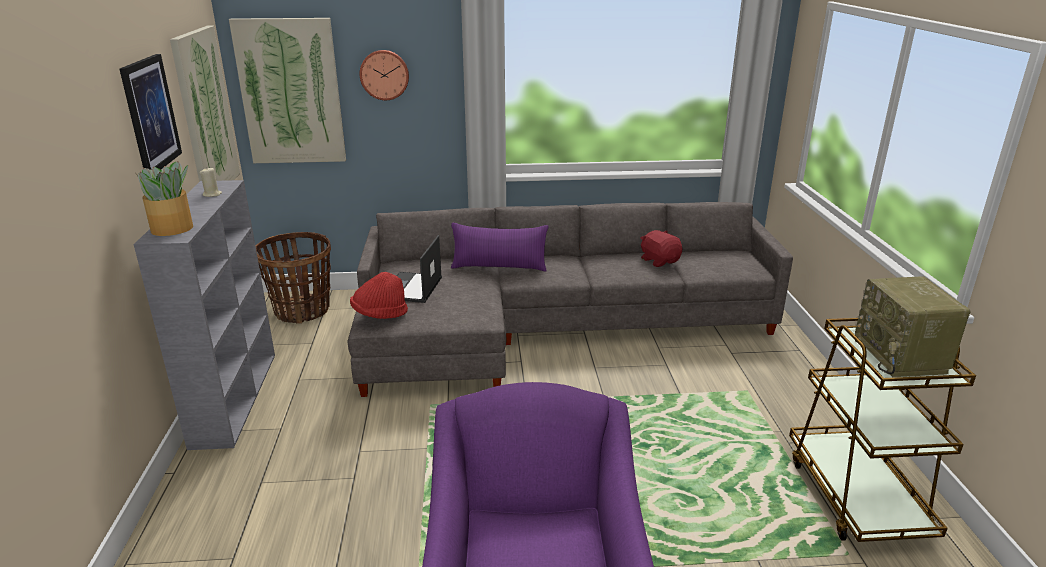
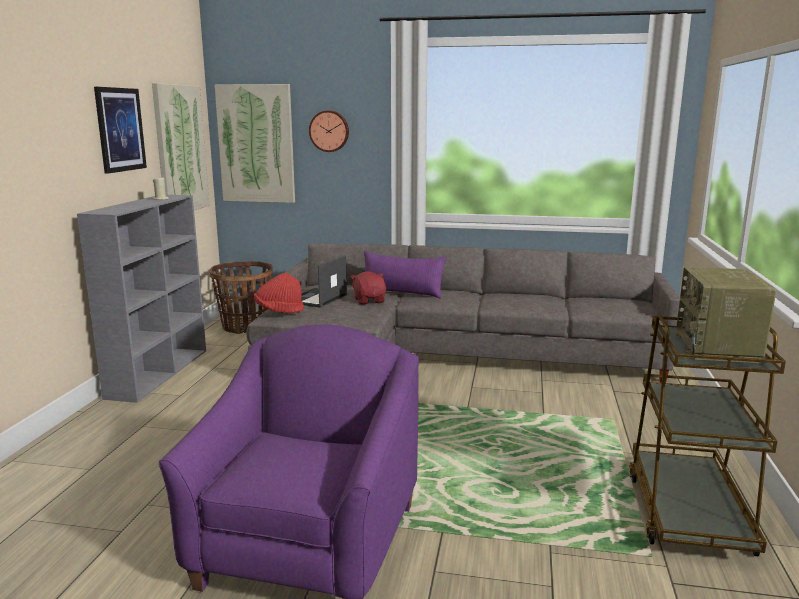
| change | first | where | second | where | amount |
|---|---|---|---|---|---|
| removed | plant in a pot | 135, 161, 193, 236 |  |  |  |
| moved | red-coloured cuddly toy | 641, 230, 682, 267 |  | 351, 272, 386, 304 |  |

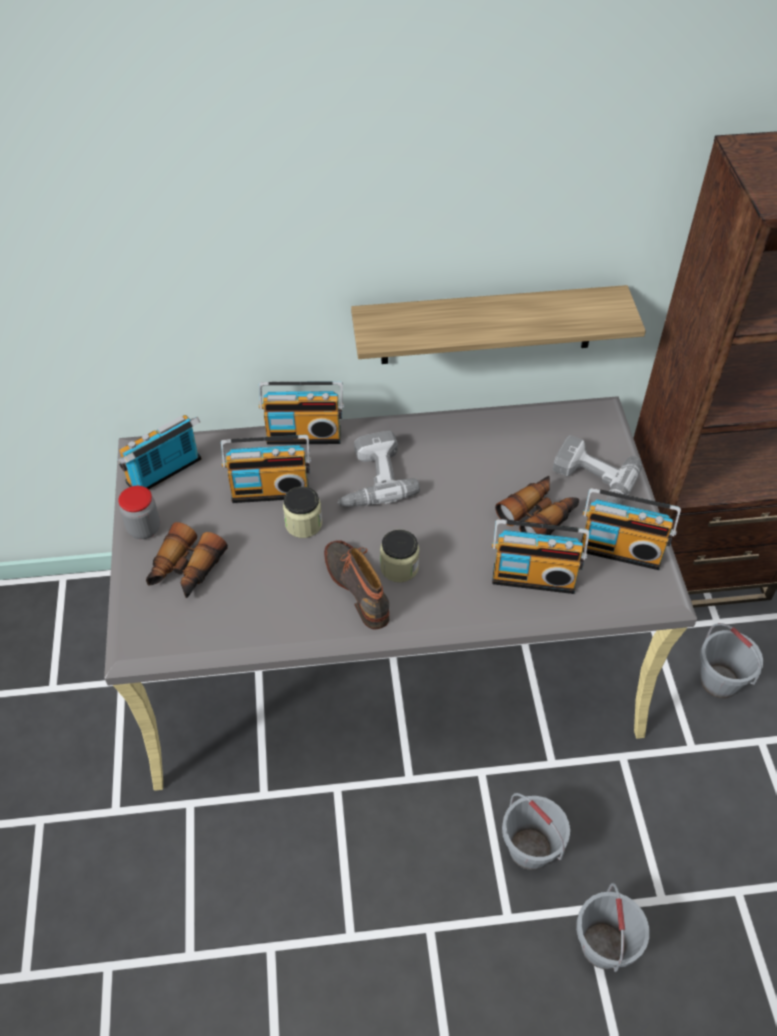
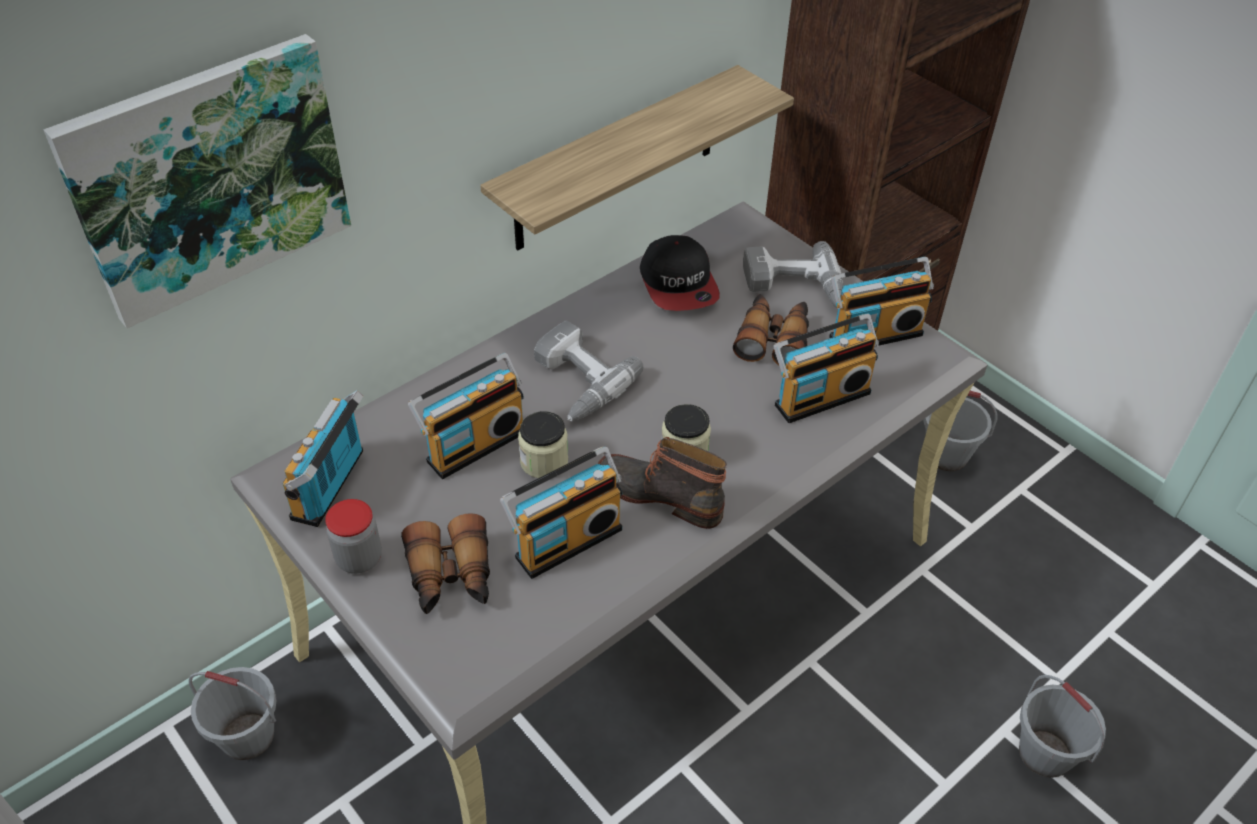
| change | first | where | second | where | amount |
|---|---|---|---|---|---|
| added |  |  | wall picture | 44, 34, 351, 328 |  |
| added |  |  | baseball cap | 640, 235, 720, 311 |  |
| moved | radio receiver | 259, 381, 344, 445 |  | 500, 447, 622, 579 |  |
| moved | greyish bucket | 502, 793, 570, 870 |  | 189, 667, 277, 760 |  |

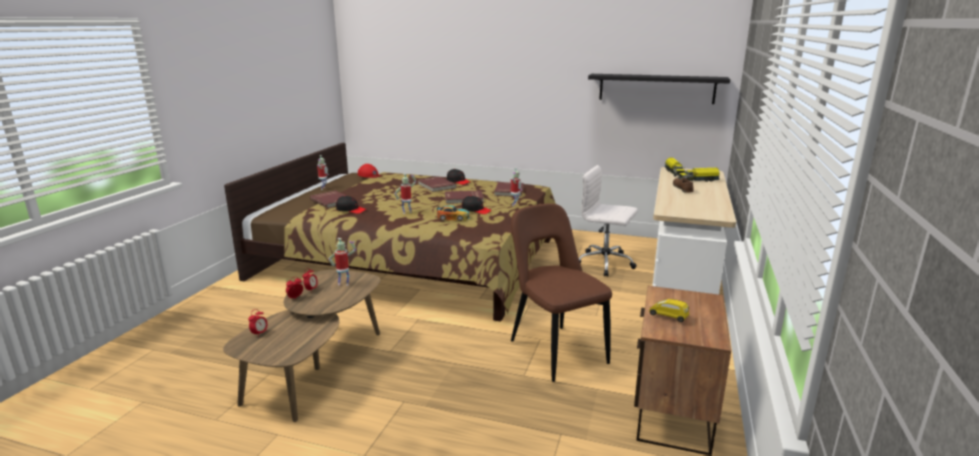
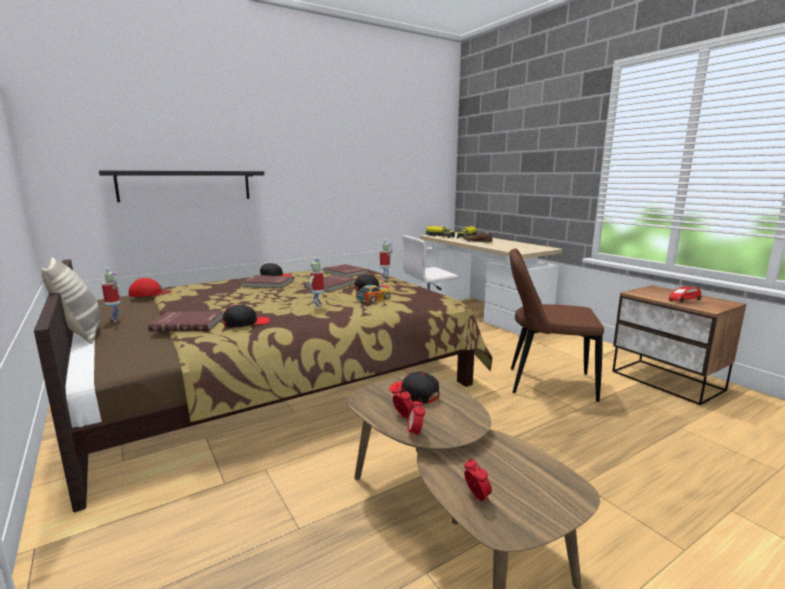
| change | first | where | second | where | amount |
|---|---|---|---|---|---|
| added |  |  | cushion | 41, 257, 100, 344 |  |
| moved | blackish shelf | 588, 74, 730, 104 |  | 99, 170, 264, 202 |  |
| replaced | toy robot | 329, 238, 356, 286 | blackish baseball cap | 389, 372, 439, 404 |  |
| recoloured | yellow-coloured miniature car | 649, 299, 689, 322 | red-coloured miniature car | 669, 287, 702, 302 |  |

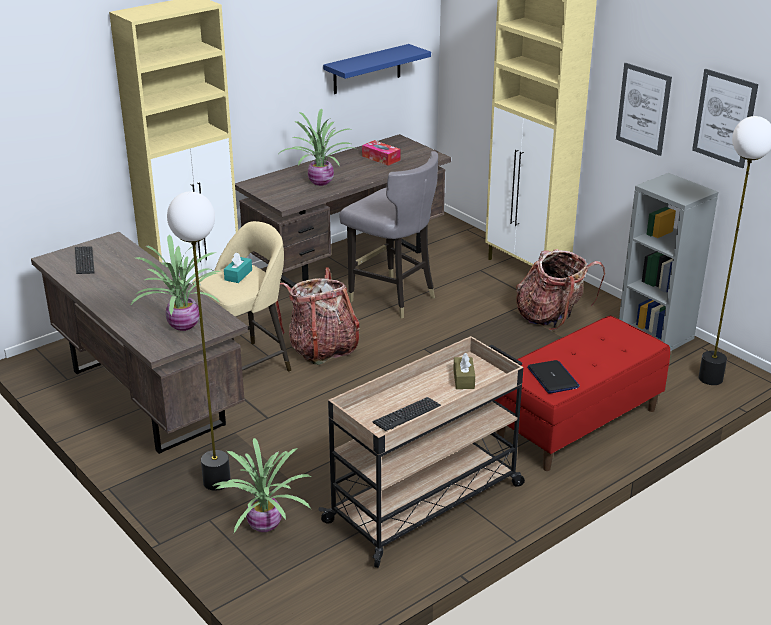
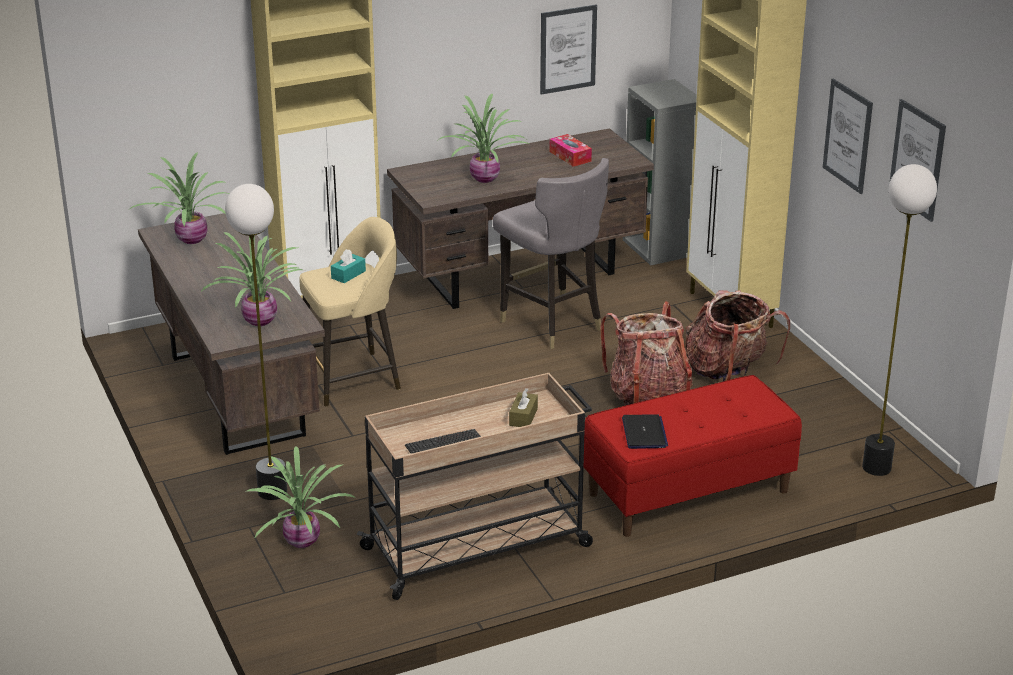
| change | first | where | second | where | amount |
|---|---|---|---|---|---|
| moved | knapsack | 276, 267, 359, 365 |  | 600, 301, 693, 406 |  |
| moved | greyish shelving unit | 619, 173, 718, 351 |  | 623, 79, 697, 265 |  |
| replaced | PC keyboard | 75, 246, 95, 274 | plant in a pot | 130, 152, 229, 244 |  |
| replaced | blue shelf | 323, 44, 431, 94 | wall picture | 540, 5, 597, 95 |  |

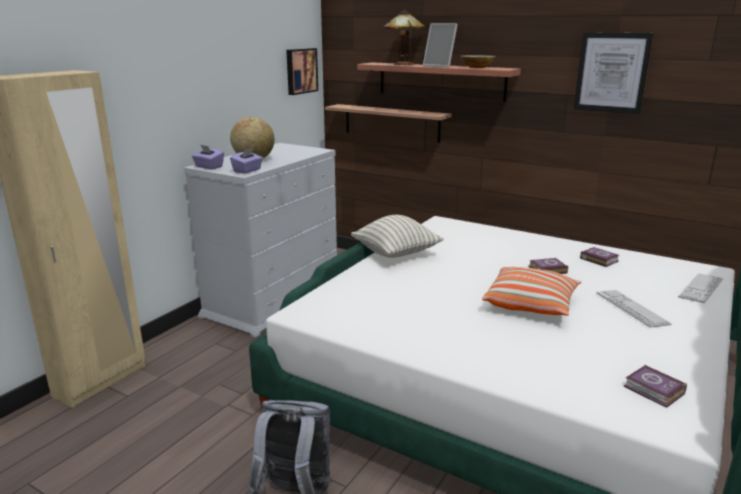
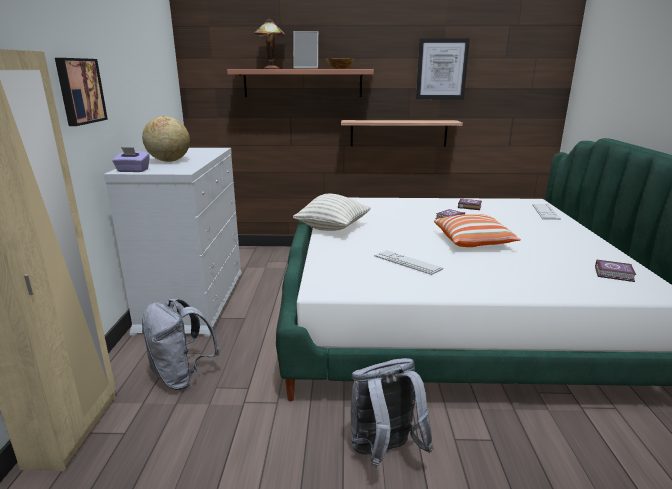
| change | first | where | second | where | amount |
|---|---|---|---|---|---|
| removed | purplish tissue holder | 230, 148, 263, 174 |  |  |  |
| added |  |  | greyish knapsack | 142, 298, 220, 390 |  |
| moved | wall picture | 286, 48, 318, 95 |  | 55, 58, 108, 126 |  |
| moved | shelf | 325, 104, 452, 143 |  | 341, 120, 463, 147 |  |
| moved | PC keyboard | 597, 290, 672, 328 |  | 374, 250, 443, 275 |  |

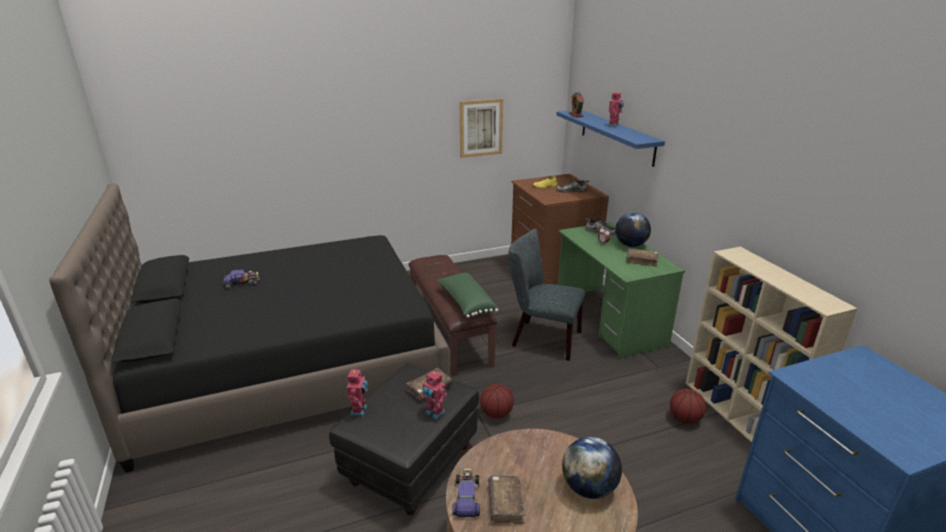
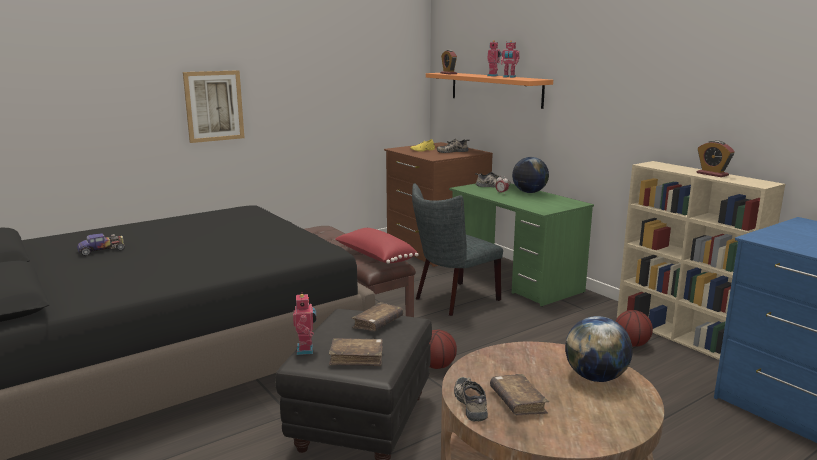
| change | first | where | second | where | amount |
|---|---|---|---|---|---|
| added |  |  | table clock | 697, 140, 735, 177 |  |
| moved | toy robot | 421, 371, 447, 420 |  | 501, 41, 520, 78 |  |
| moved | wall picture | 460, 99, 503, 158 |  | 183, 70, 244, 143 |  |
| moved | brown-coloured book | 626, 248, 659, 267 |  | 329, 338, 383, 366 |  |
| replaced | miniature car | 452, 469, 480, 517 | low shoe | 454, 377, 488, 421 |  |
| recoloured | green-coloured cushion | 436, 273, 498, 318 | red-coloured cushion | 335, 228, 419, 264 |  |
| recoloured | blue shelf | 556, 110, 665, 167 | orange shelf | 426, 73, 553, 109 |  |
| turned | greyish upright chair | 508, 229, 585, 361 |  | 412, 183, 503, 316 | 45 degrees counterclockwise |

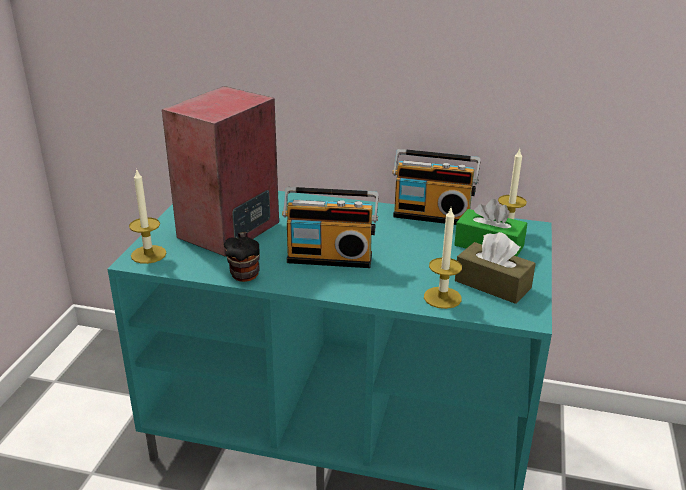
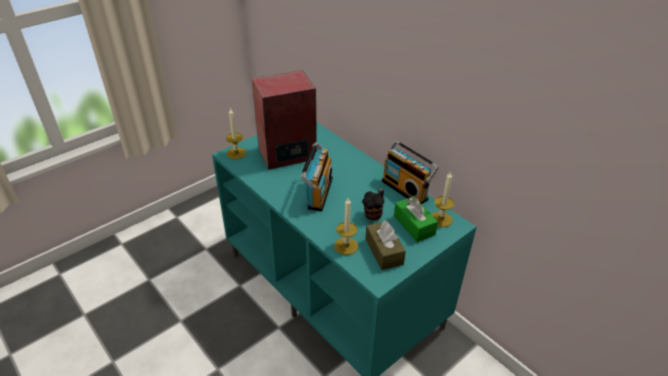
| change | first | where | second | where | amount |
|---|---|---|---|---|---|
| moved | tea mug | 224, 232, 260, 282 |  | 362, 189, 385, 221 |  |
| turned | radio receiver | 282, 187, 379, 268 |  | 300, 142, 333, 211 | 120 degrees counterclockwise |

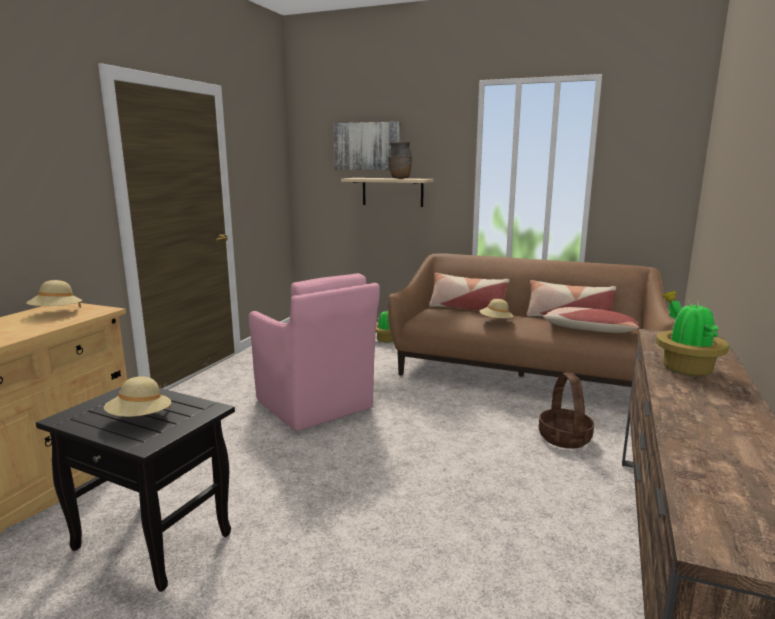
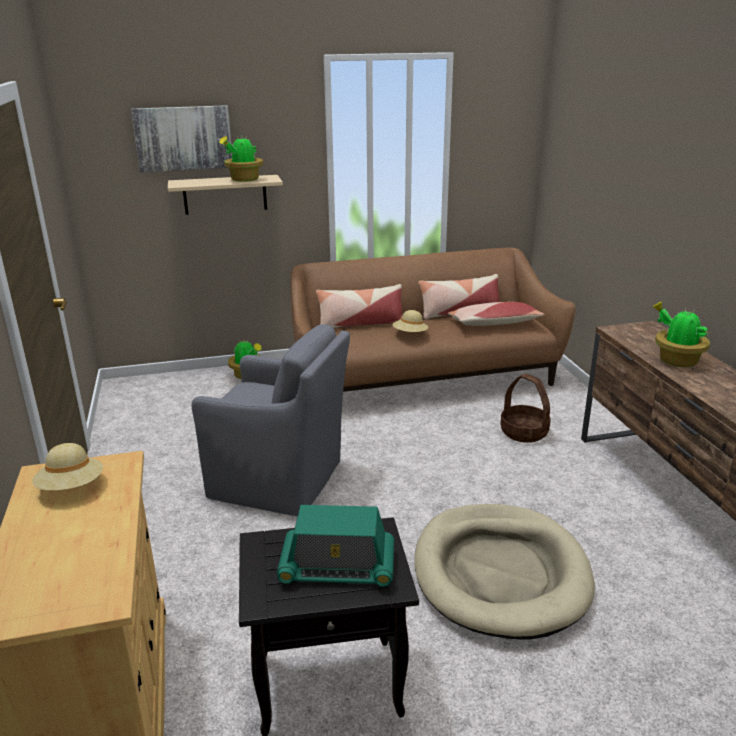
| change | first | where | second | where | amount |
|---|---|---|---|---|---|
| added |  |  | beige-coloured dog bed | 414, 504, 595, 640 |  |
| replaced | beige-coloured clothing hat | 104, 376, 171, 417 | radio receiver | 277, 505, 394, 587 |  |
| replaced | brown-coloured vase | 388, 142, 412, 179 | plant in a pot | 219, 135, 263, 182 |  |
| recoloured | pink lounge chair | 249, 273, 380, 431 | greyish lounge chair | 192, 324, 350, 516 |  |

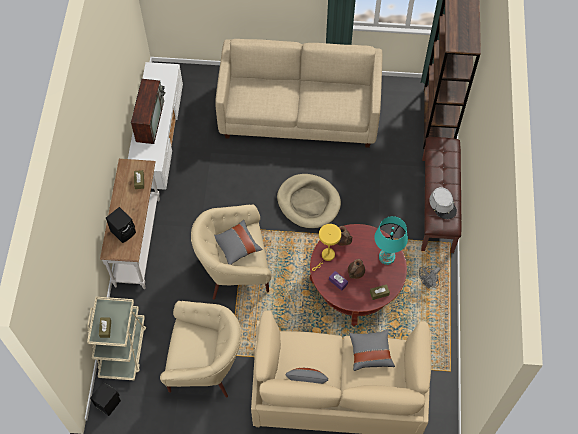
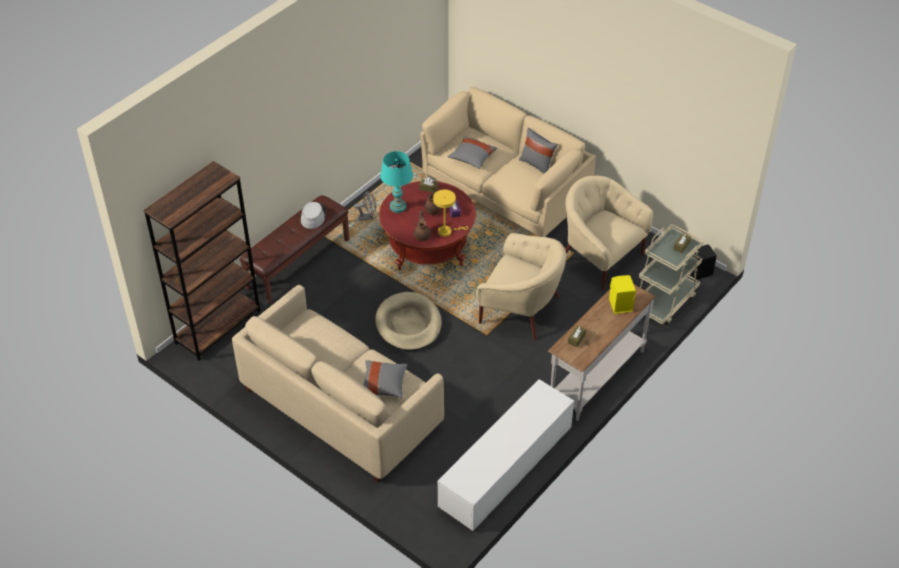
| change | first | where | second | where | amount |
|---|---|---|---|---|---|
| removed | television | 131, 79, 166, 144 |  |  |  |
| moved | greyish cushion | 214, 220, 263, 265 |  | 364, 360, 408, 398 |  |
| recoloured | blackish loudspeaker | 106, 207, 136, 243 | yellow-coloured loudspeaker | 609, 275, 636, 314 |  |

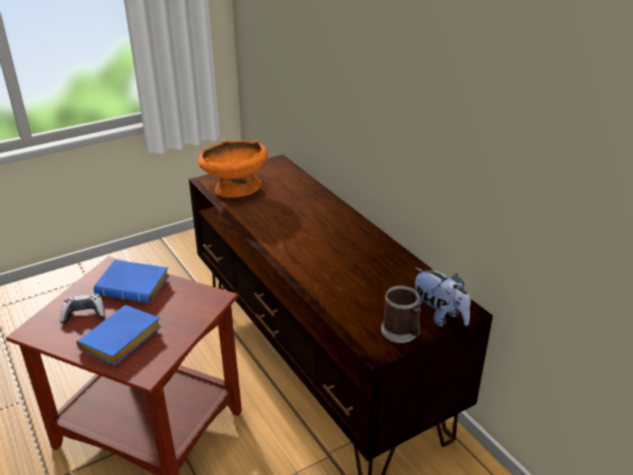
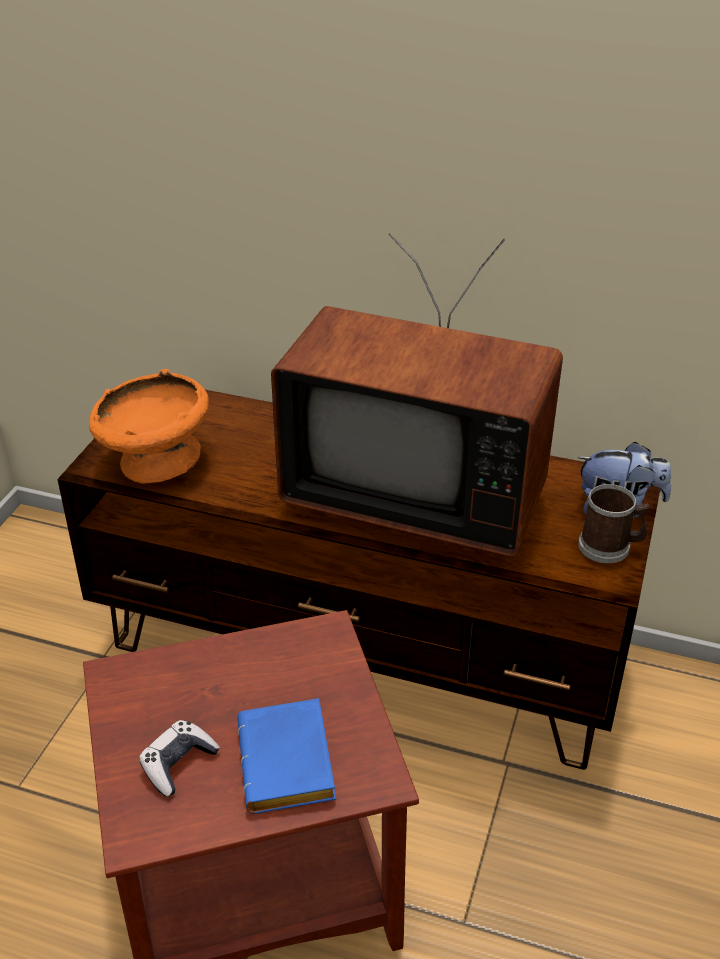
| change | first | where | second | where | amount |
|---|---|---|---|---|---|
| removed | blue book | 94, 260, 170, 303 |  |  |  |
| added |  |  | television | 271, 233, 563, 557 |  |

